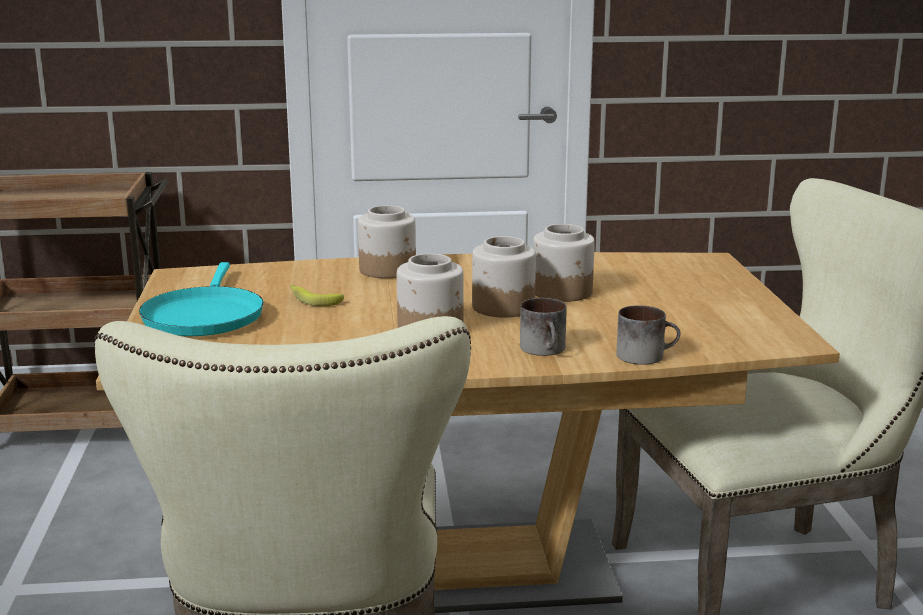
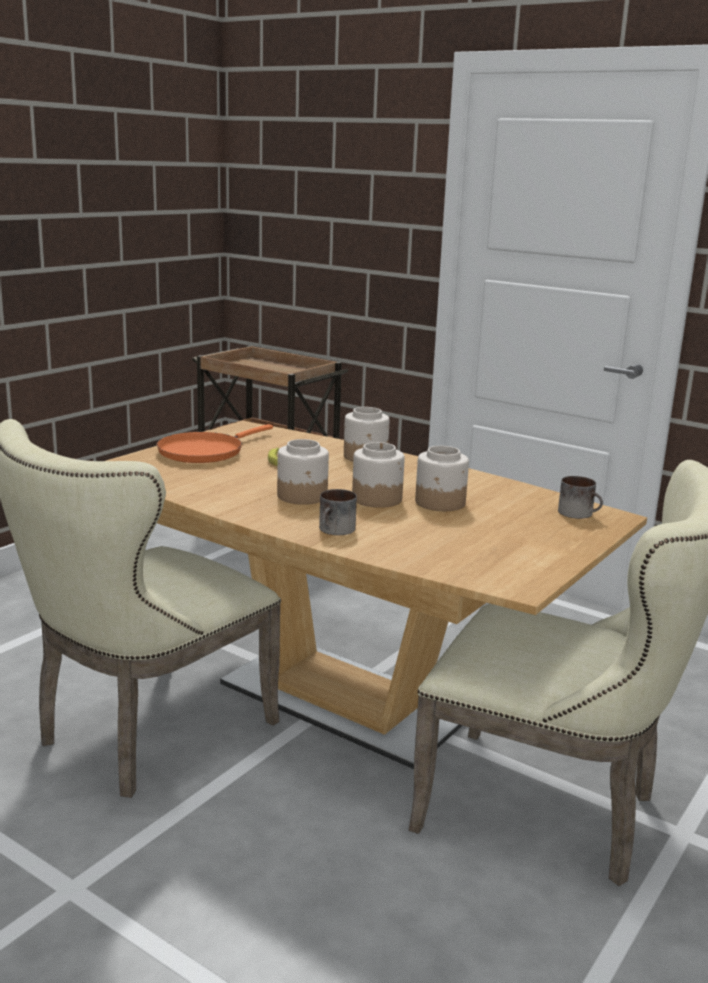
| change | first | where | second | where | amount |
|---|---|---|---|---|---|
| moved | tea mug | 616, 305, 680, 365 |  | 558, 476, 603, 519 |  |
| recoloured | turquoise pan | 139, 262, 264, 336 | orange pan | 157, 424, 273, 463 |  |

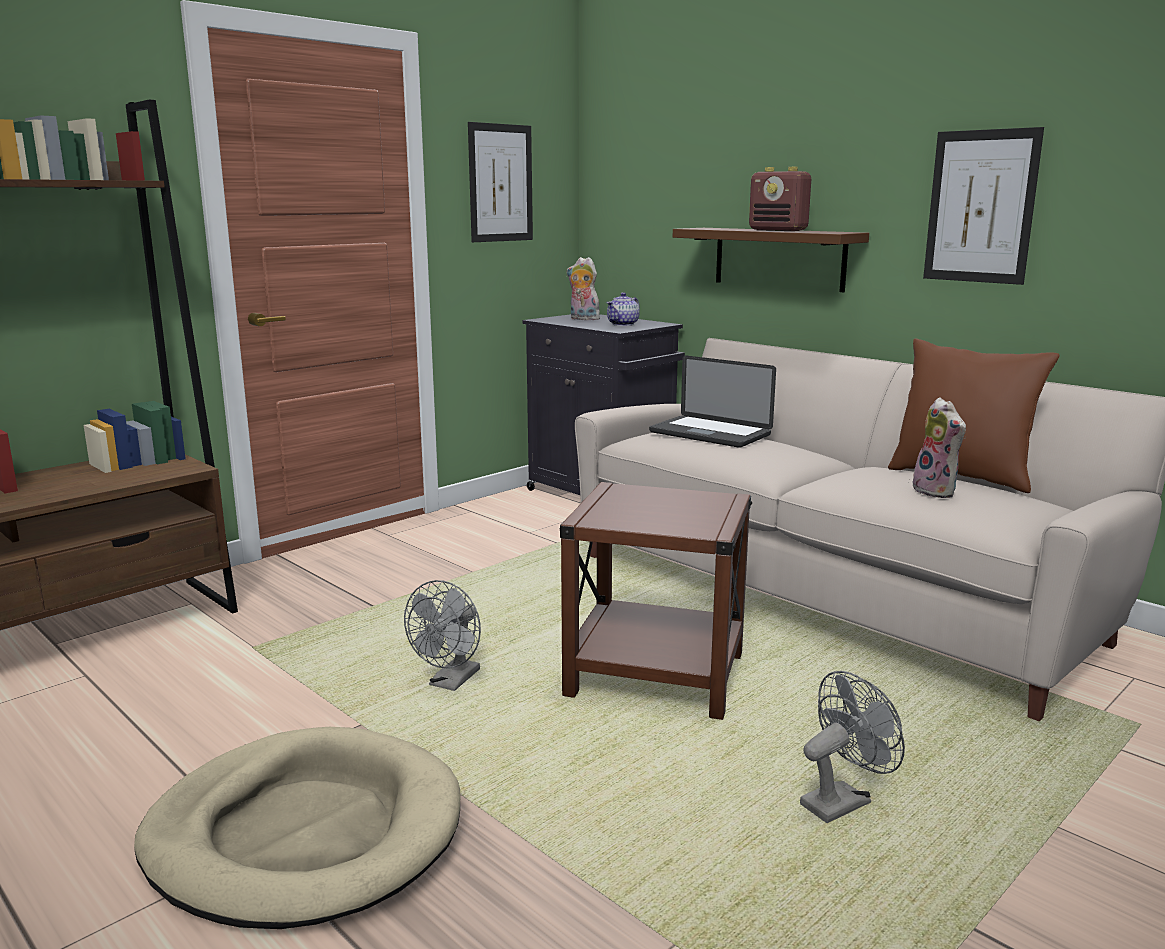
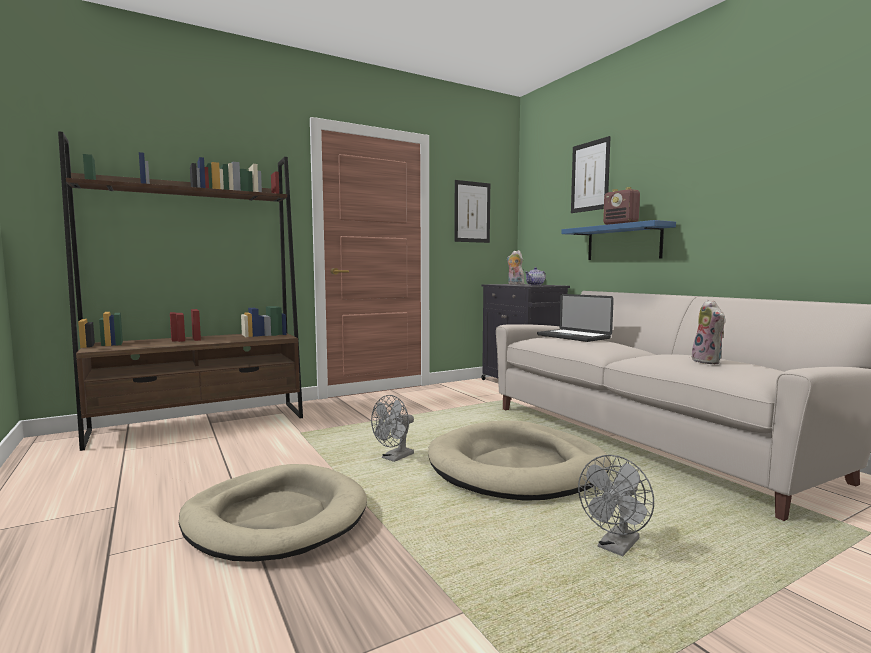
| change | first | where | second | where | amount |
|---|---|---|---|---|---|
| removed | brown-coloured cushion | 888, 339, 1060, 493 |  |  |  |
| moved | wall picture | 923, 127, 1044, 285 |  | 571, 136, 611, 213 |  |
| replaced | brown-coloured accent table | 560, 482, 752, 720 | beige-coloured dog bed | 428, 420, 611, 501 |  |
| recoloured | brown-coloured shelf | 673, 228, 869, 292 | blue shelf | 561, 220, 676, 260 |  |
| turned | greyish fan | 800, 671, 905, 823 |  | 578, 455, 654, 556 | 150 degrees clockwise |

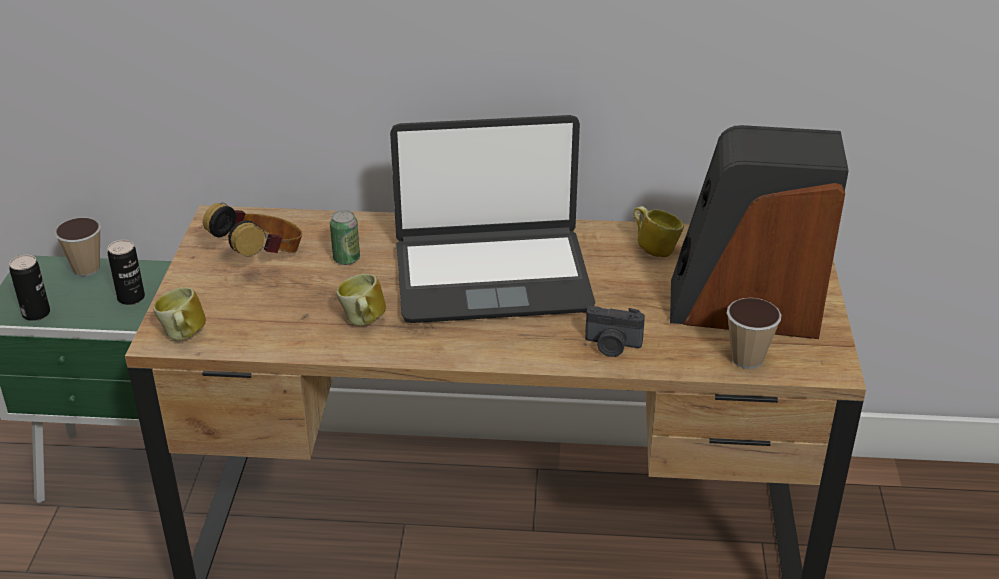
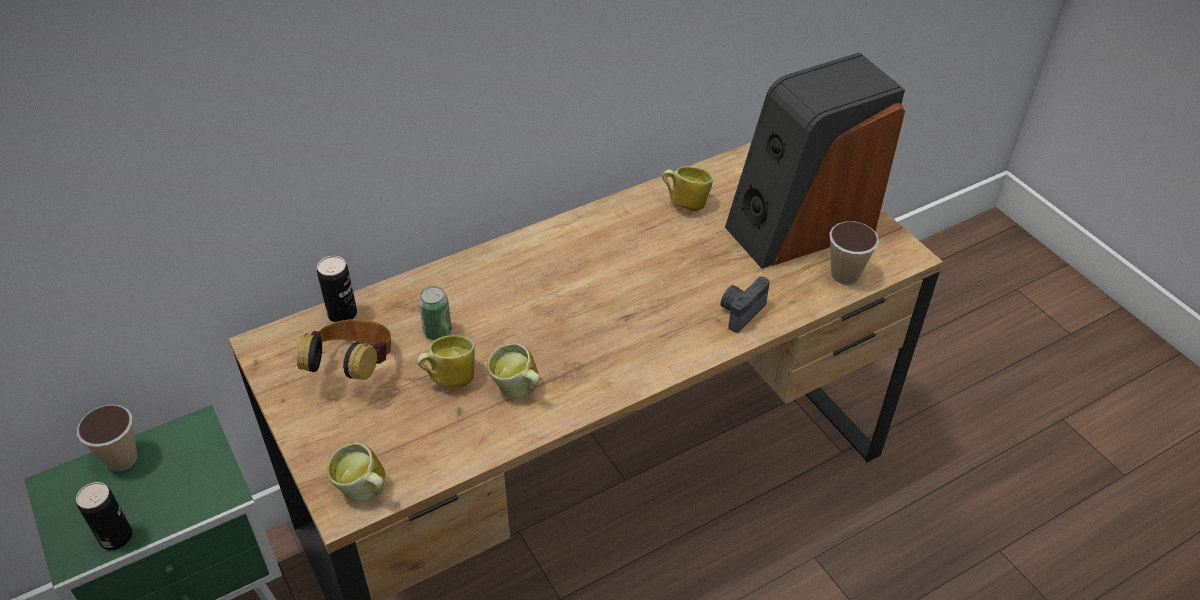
| change | first | where | second | where | amount |
|---|---|---|---|---|---|
| removed | notebook computer | 390, 115, 595, 323 |  |  |  |
| added |  |  | tea mug | 417, 335, 475, 387 |  |
| moved | can | 108, 240, 145, 305 |  | 317, 256, 357, 322 |  |
| turned | photo camera | 585, 306, 645, 357 |  | 721, 276, 770, 332 | 150 degrees clockwise |

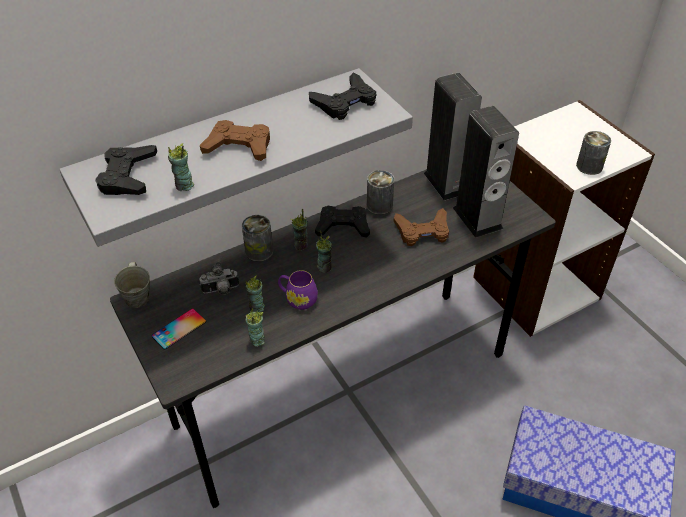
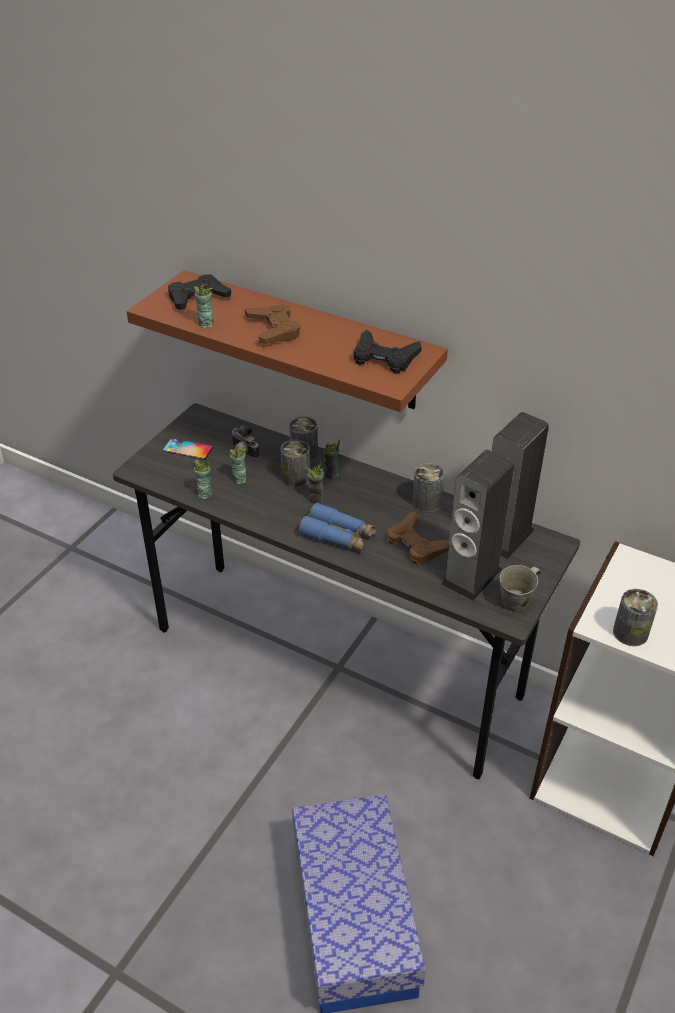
| change | first | where | second | where | amount |
|---|---|---|---|---|---|
| removed | purplish tea mug | 278, 270, 318, 310 |  |  |  |
| removed | blackish game controller | 315, 206, 370, 238 |  |  |  |
| added |  |  | can | 281, 440, 310, 488 |  |
| added |  |  | blue field glasses | 299, 503, 377, 551 |  |
| moved | greyish tea mug | 114, 262, 150, 308 |  | 499, 565, 541, 612 |  |
| recoloured | greyish shelf | 59, 68, 413, 247 | brown-coloured shelf | 126, 270, 448, 412 |  |

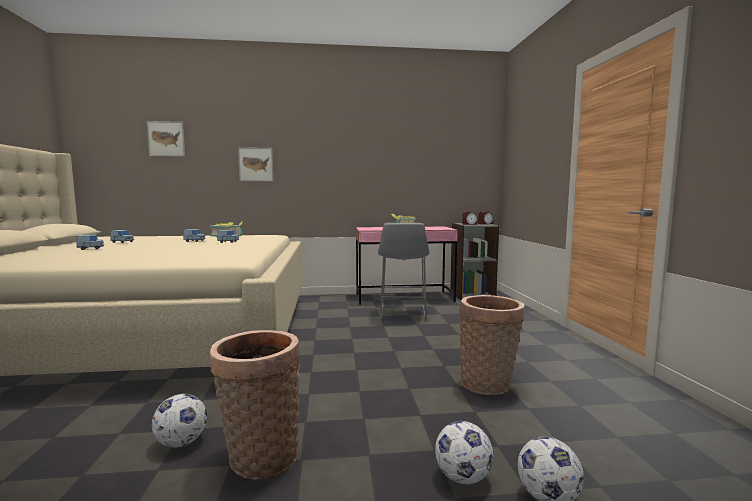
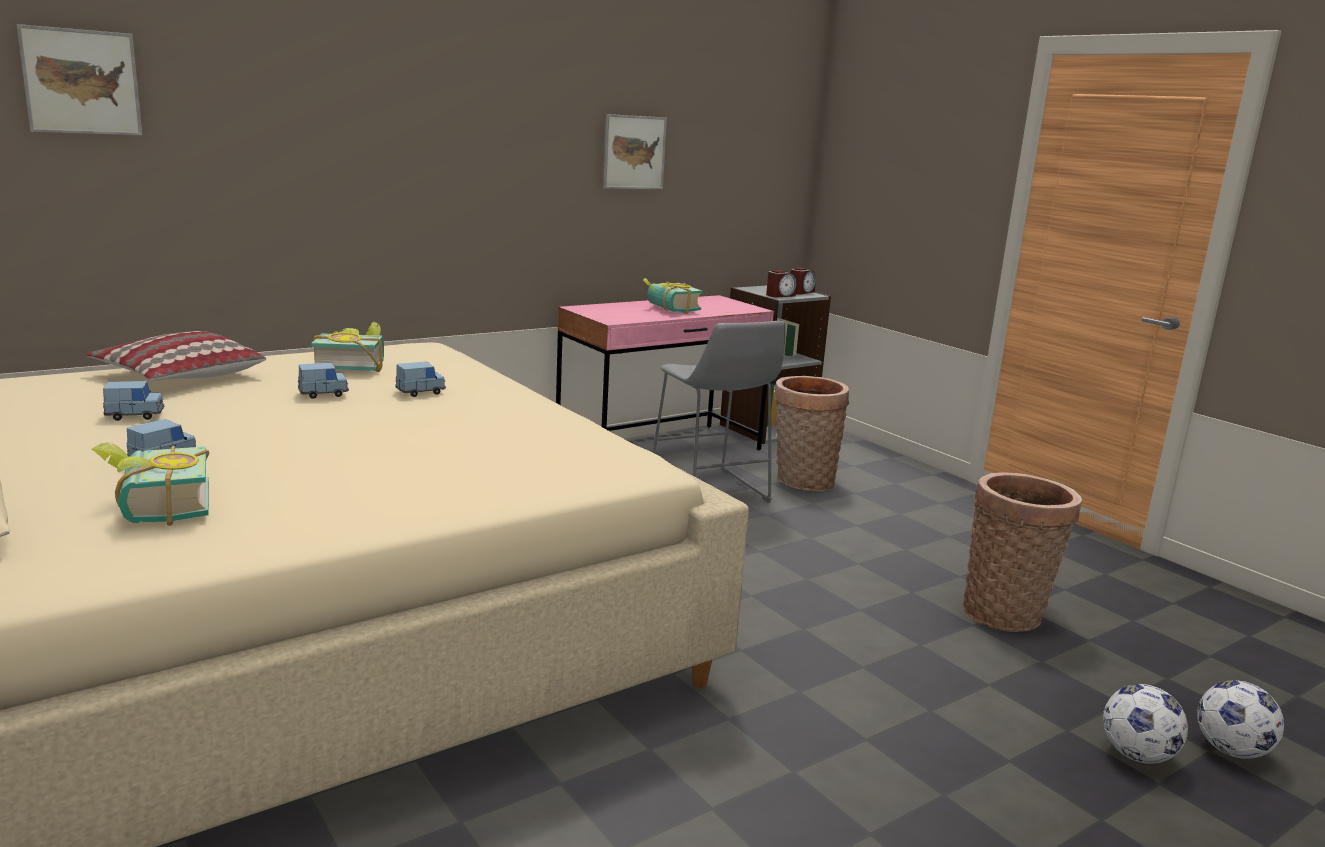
| change | first | where | second | where | amount |
|---|---|---|---|---|---|
| removed | ball for football | 152, 394, 207, 448 |  |  |  |
| added |  |  | cushion | 86, 331, 266, 380 |  |
| added |  |  | book | 91, 442, 210, 526 |  |
| moved | storage basket | 210, 330, 300, 480 |  | 774, 376, 849, 491 |  |
| moved | wall picture | 238, 147, 273, 181 |  | 603, 114, 667, 189 |  |

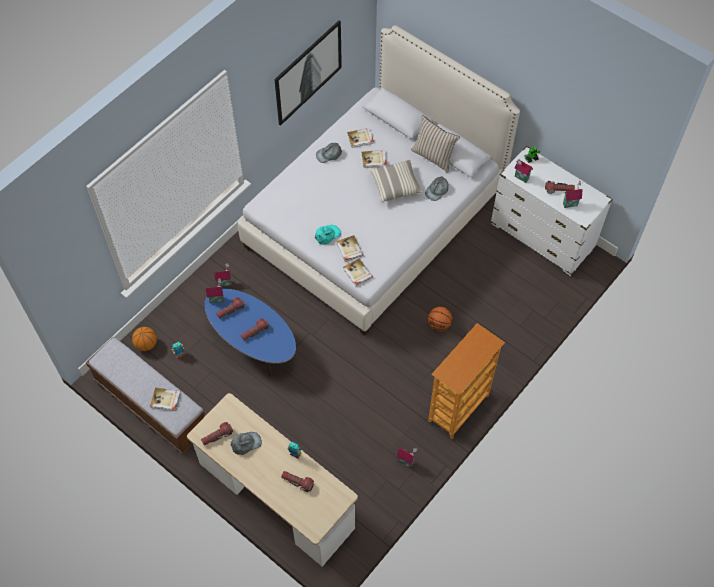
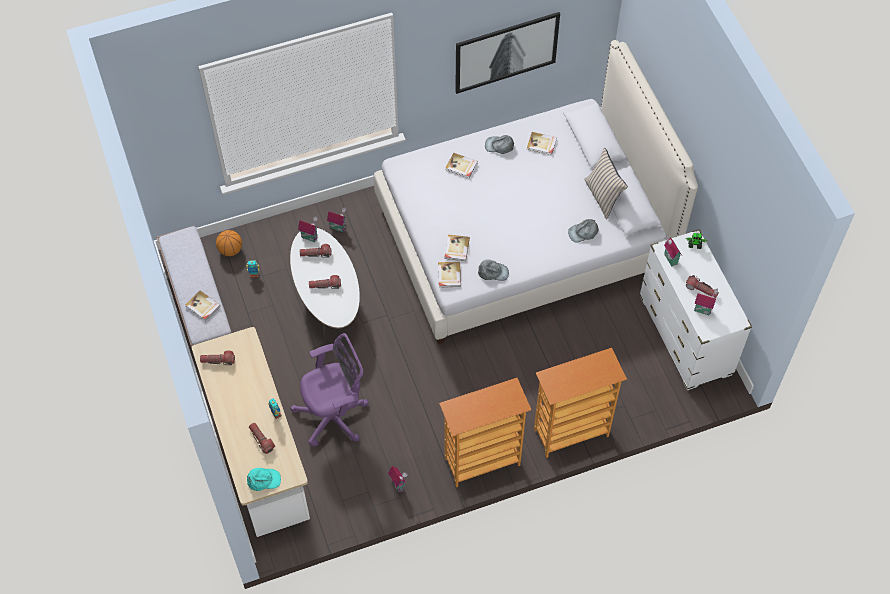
| change | first | where | second | where | amount |
|---|---|---|---|---|---|
| removed | cushion | 369, 159, 423, 203 |  |  |  |
| removed | basketball | 428, 307, 452, 331 |  |  |  |
| added |  |  | purplish desk chair | 290, 333, 369, 447 |  |
| added |  |  | shelving unit | 534, 348, 627, 458 |  |
| moved | greyish baseball cap | 231, 432, 262, 455 |  | 478, 259, 509, 281 |  |
| moved | turquoise baseball cap | 315, 225, 341, 245 |  | 247, 468, 281, 491 |  |
| moved | book | 362, 150, 387, 168 |  | 445, 153, 478, 178 |  |
| recoloured | blue lounge table | 204, 289, 296, 377 | white-coloured lounge table | 290, 228, 360, 339 |  |

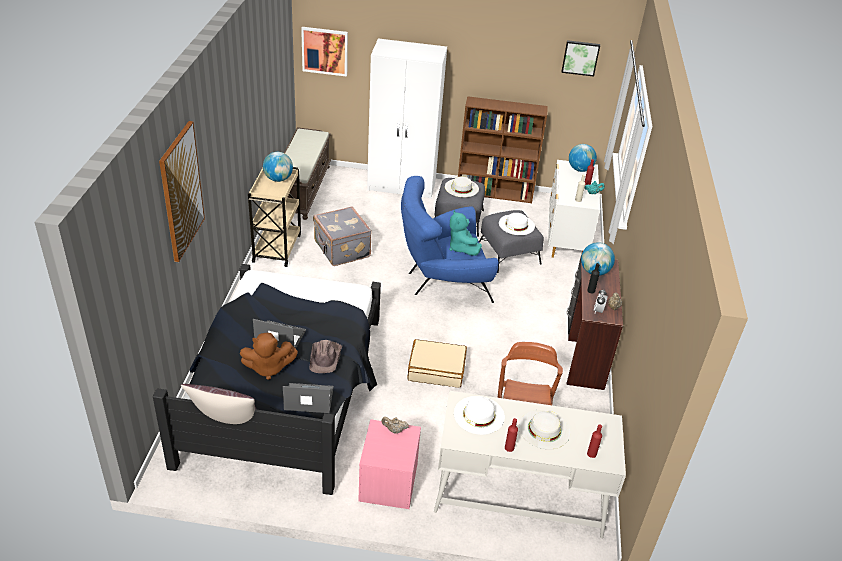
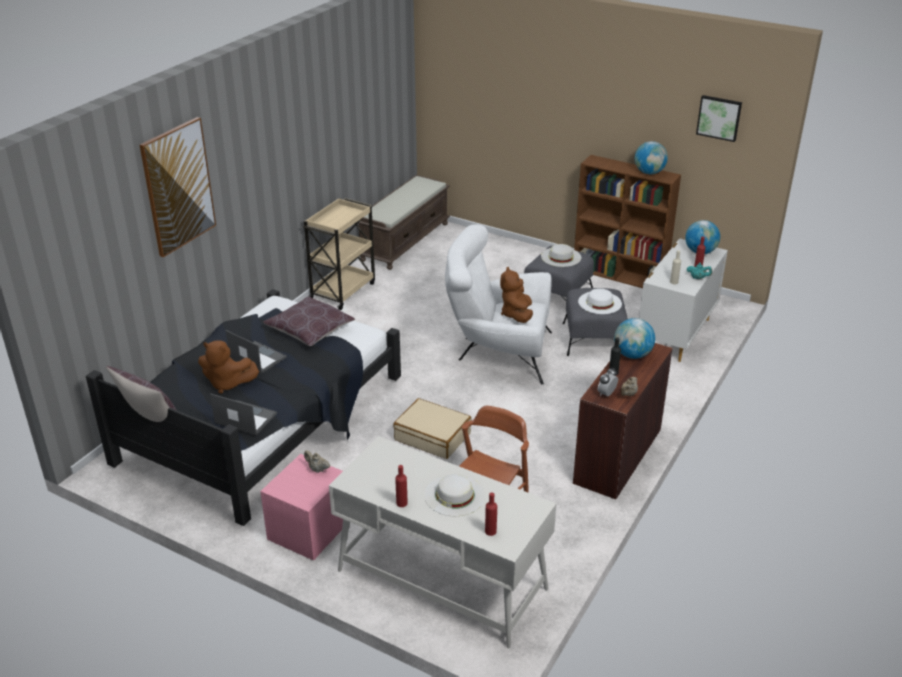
| change | first | where | second | where | amount |
|---|---|---|---|---|---|
| removed | wall picture | 301, 27, 348, 77 |  |  |  |
| removed | brown-coloured clothing hat | 310, 340, 342, 373 |  |  |  |
| removed | greyish suitcase | 313, 206, 372, 266 |  |  |  |
| removed | white-coloured armoire | 367, 39, 447, 199 |  |  |  |
| removed | white-coloured clothing hat | 454, 396, 505, 435 |  |  |  |
| added |  |  | brown-coloured cushion | 263, 296, 355, 346 |  |
| moved | desk globe | 263, 152, 293, 182 |  | 635, 141, 668, 174 |  |
| recoloured | blue lounge chair | 401, 176, 499, 303 | white-coloured lounge chair | 445, 224, 552, 384 |  |
| recoloured | turquoise cuddly toy | 449, 210, 482, 256 | brown-coloured cuddly toy | 500, 267, 533, 323 |  |

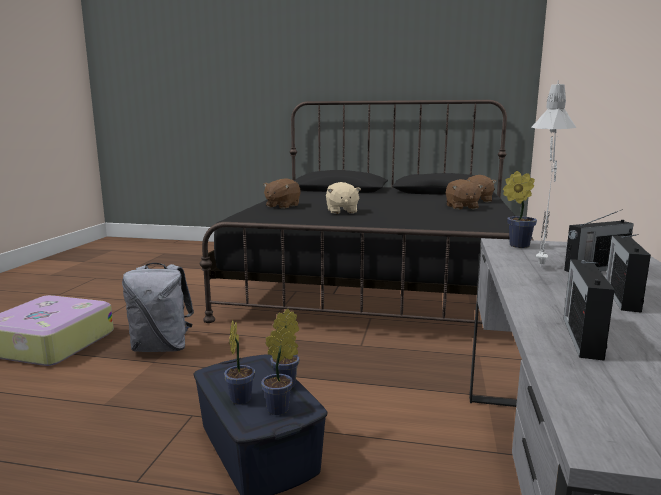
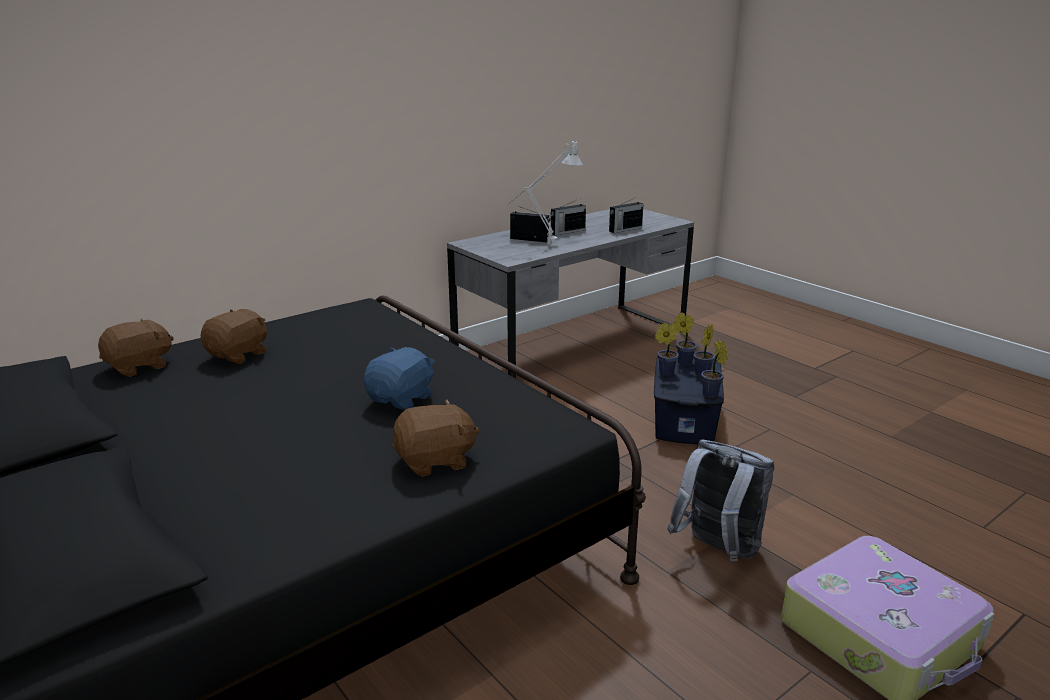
| change | first | where | second | where | amount |
|---|---|---|---|---|---|
| moved | plant in a pot | 503, 171, 537, 248 |  | 701, 340, 728, 398 |  |
| recoloured | beige-coloured cuddly toy | 326, 182, 361, 214 | blue cuddly toy | 364, 347, 435, 410 |  |

